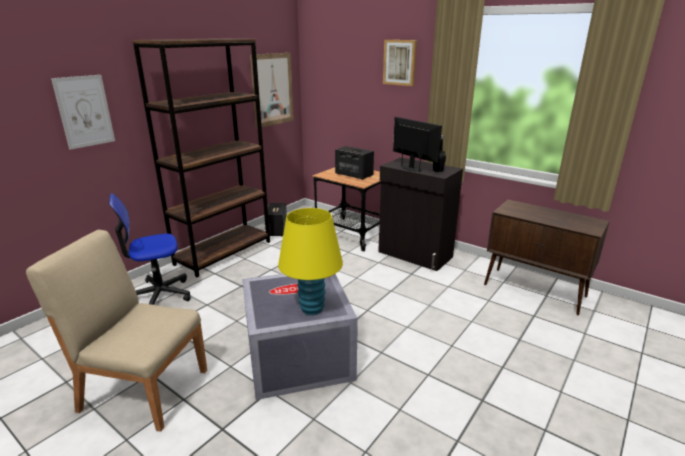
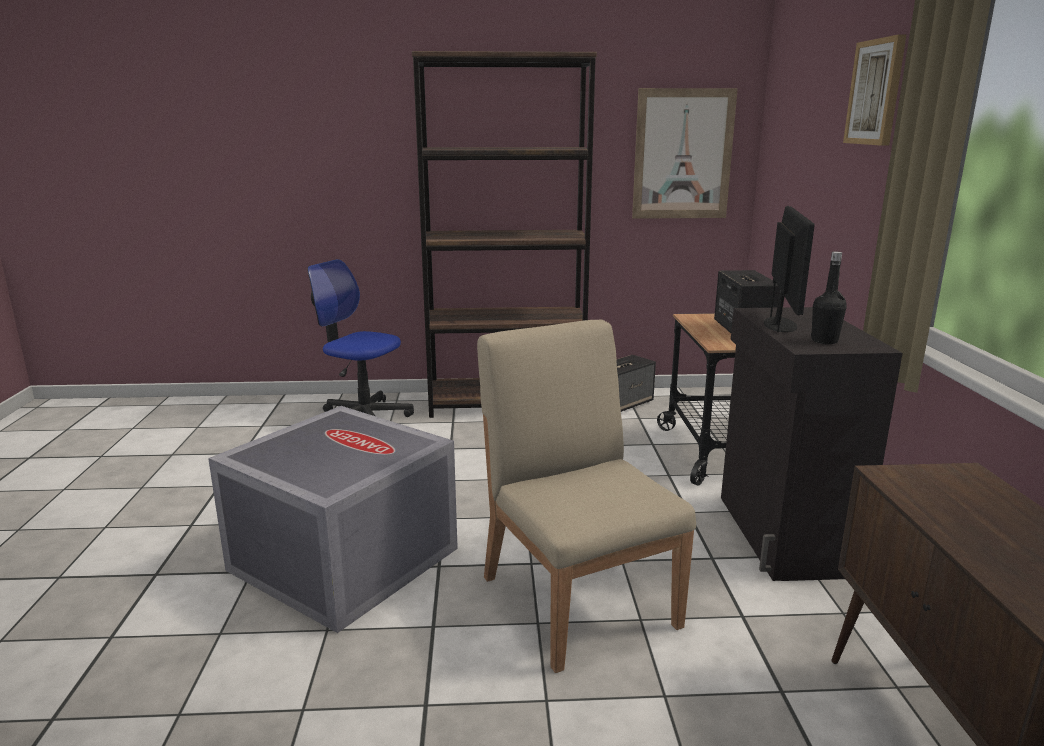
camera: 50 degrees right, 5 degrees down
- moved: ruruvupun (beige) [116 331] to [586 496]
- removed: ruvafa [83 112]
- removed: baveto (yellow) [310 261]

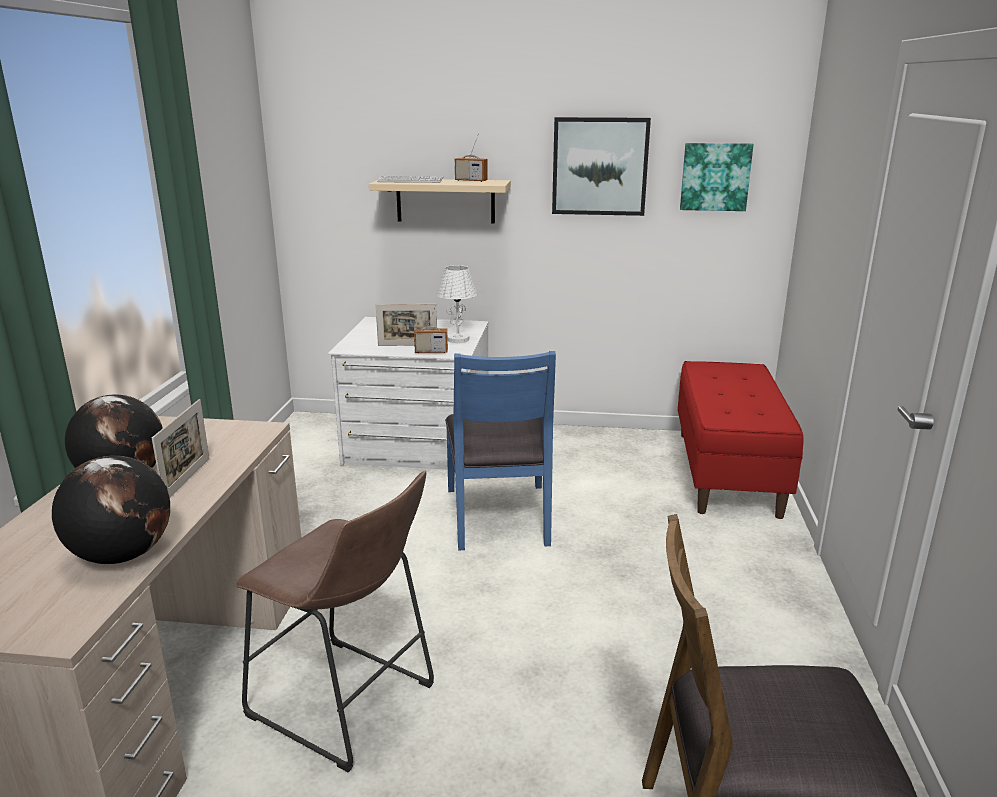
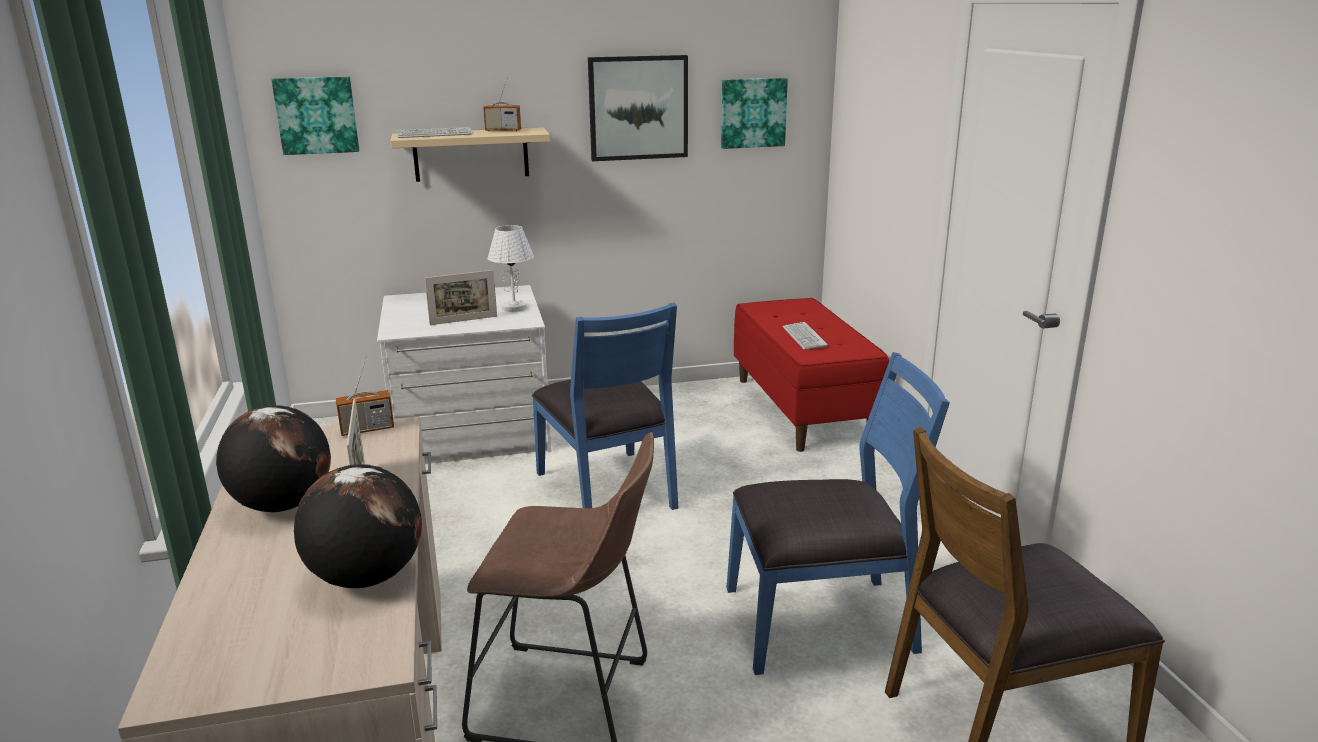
camera: 20 degrees left, 0 degrees up
- added: ruvafa [315 115]
- moved: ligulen [431 328] to [364 395]
- added: ruruvupun (blue) [838 513]
- added: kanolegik [805 336]

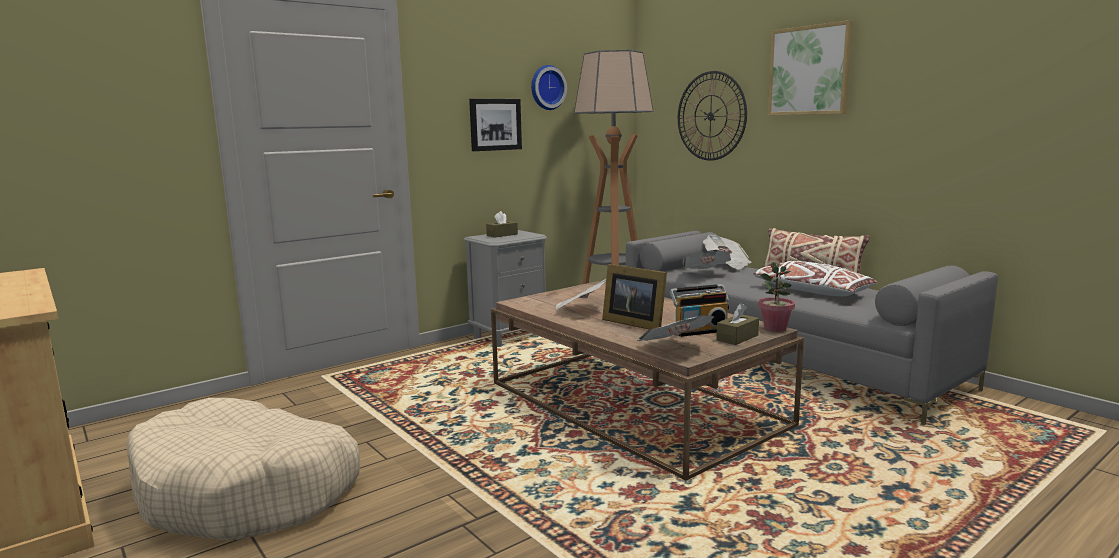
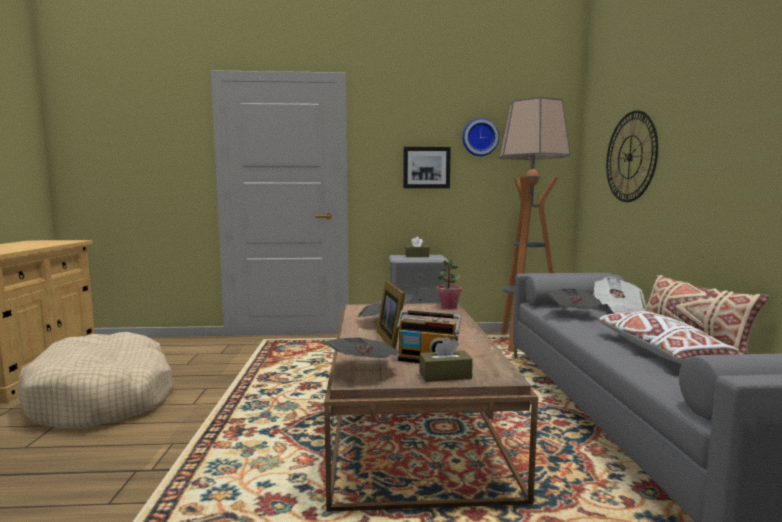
camera: 35 degrees right, 5 degrees down
- moved: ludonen [776 297] to [449 284]
- removed: ruvafa [810 68]

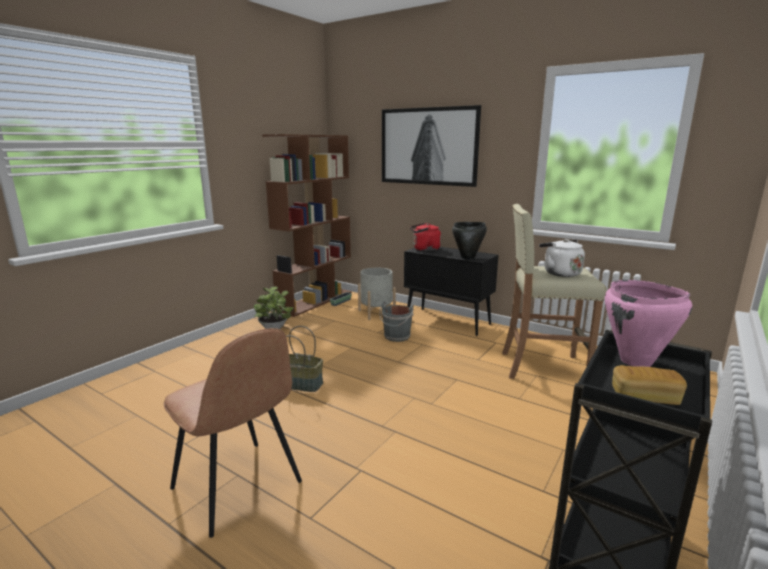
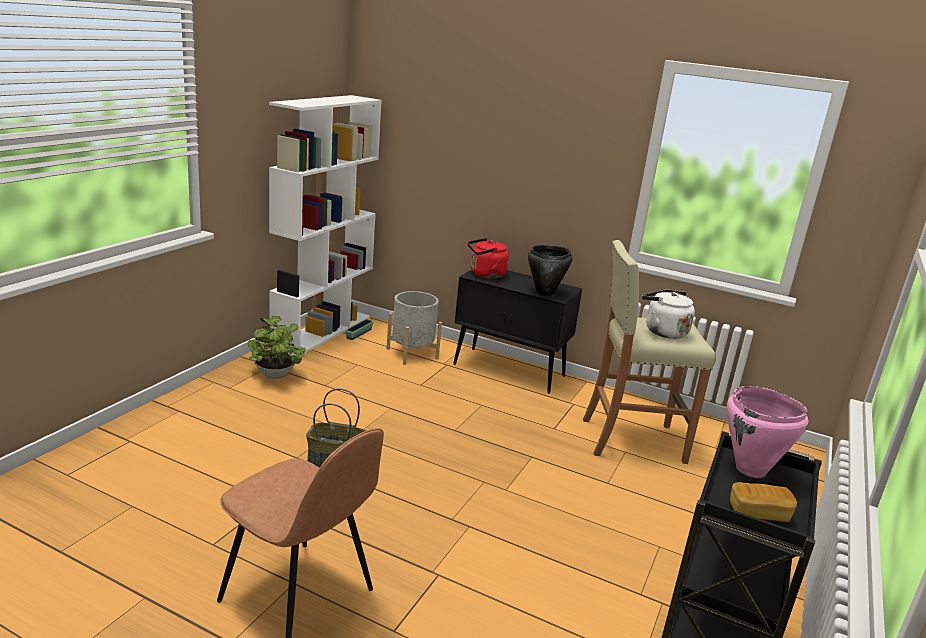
camera: 10 degrees left, 5 degrees up
- recoloured: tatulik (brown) [307 225] to tatulik (white) [325 225]
- removed: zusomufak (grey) [397 322]
- removed: ruvafa [431 146]

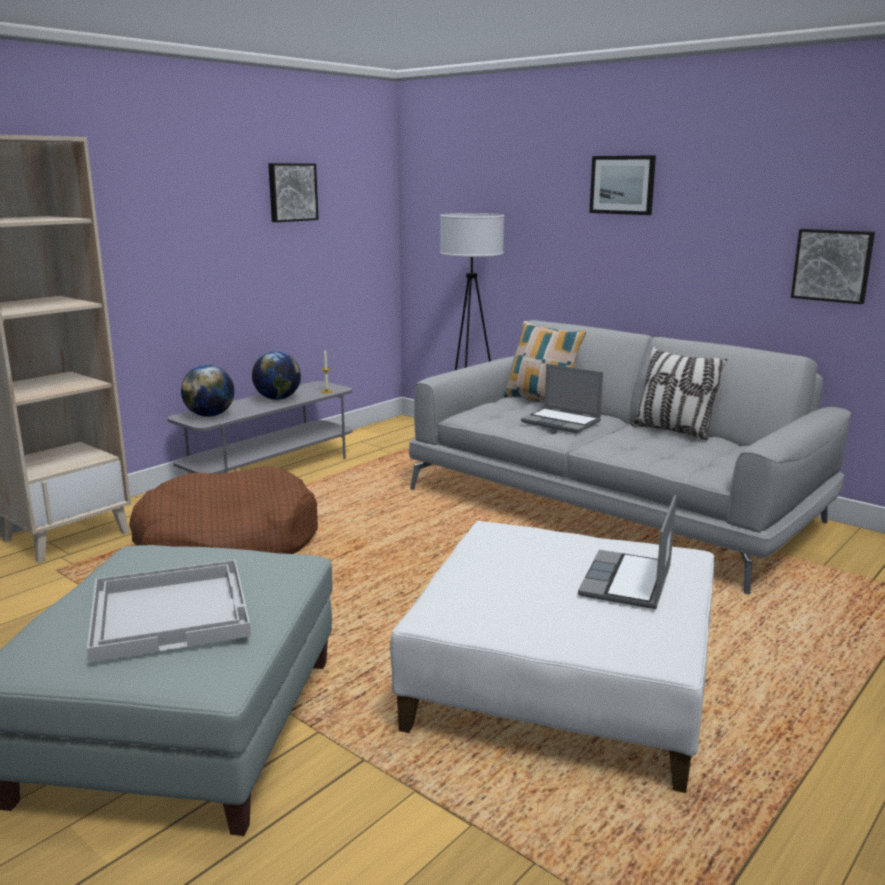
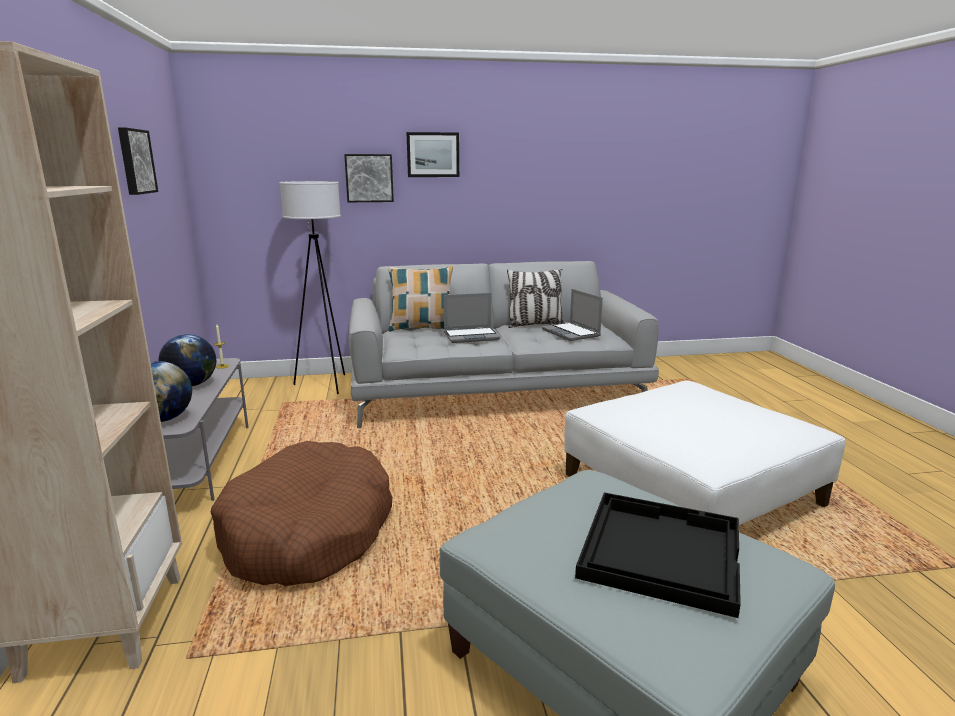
camera: 50 degrees left, 0 degrees up
- moved: ruvafa [833 266] to [369 178]
- moved: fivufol [627 552] to [572 315]
- recoloured: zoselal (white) [169 611] to zoselal (black) [658 555]

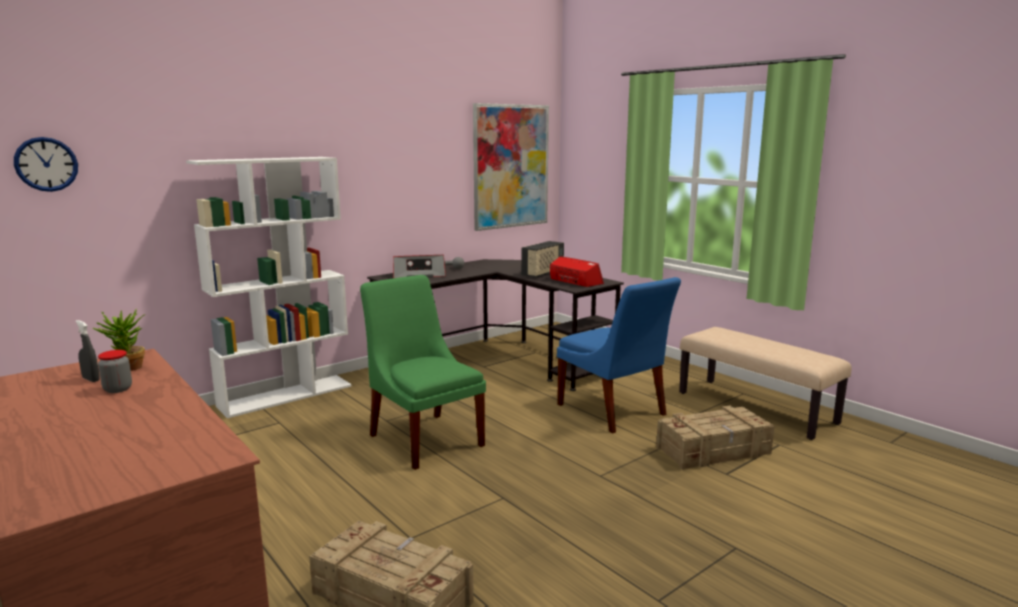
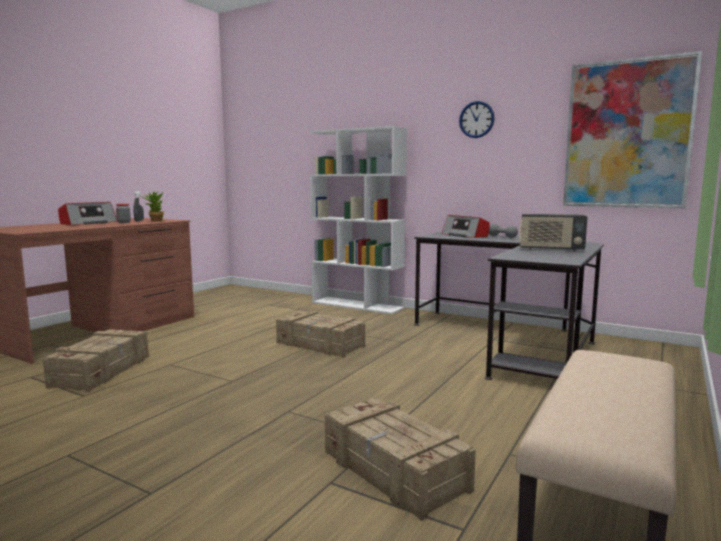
camera: 70 degrees right, 5 degrees down
- moved: ligulen [577 271] to [87 213]
- replaced: ruruvupun (green) [423 372] to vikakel [320 334]
- moved: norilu [46 164] to [477 119]
- removed: ruruvupun (blue) [619 355]

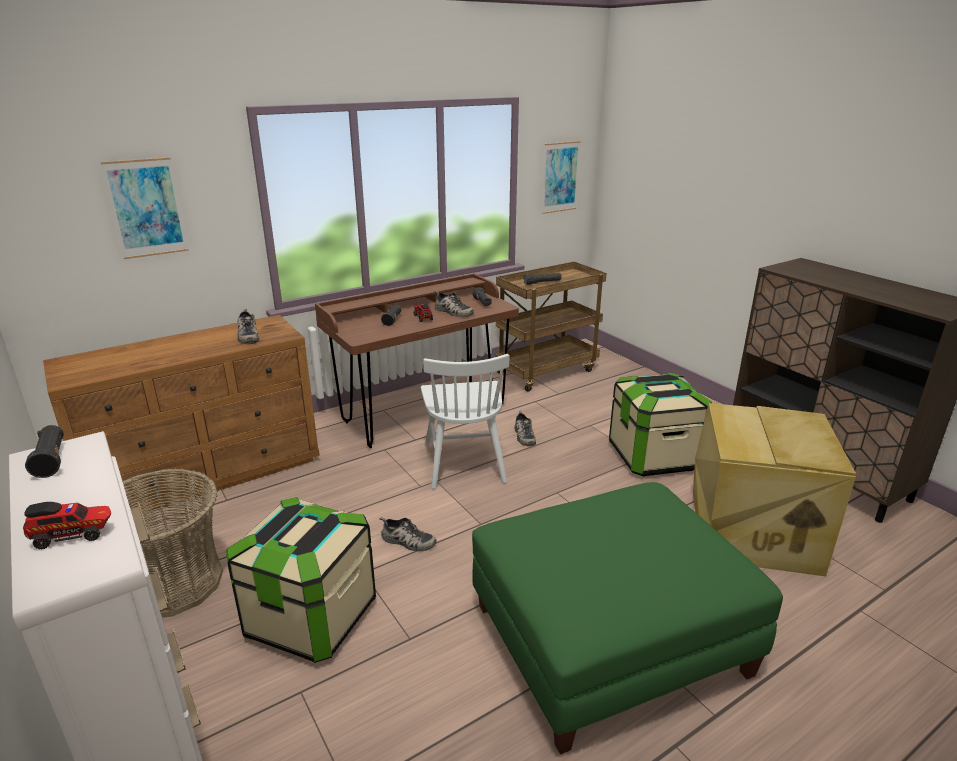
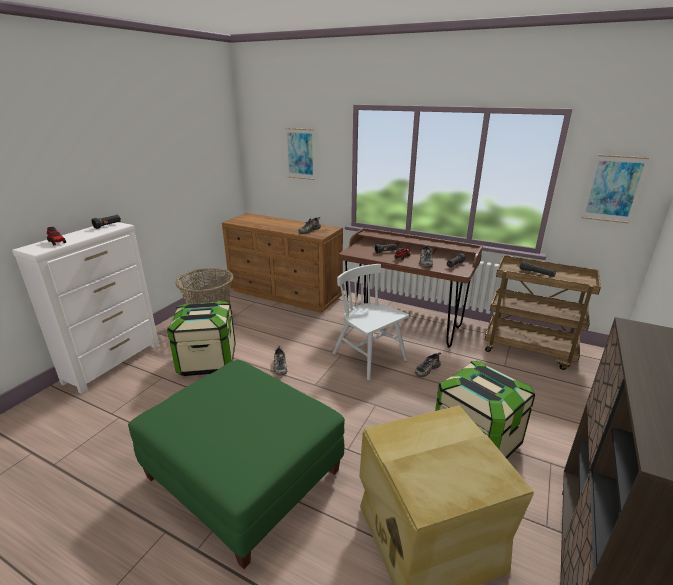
camera: 60 degrees right, 0 degrees up
- turned: ruruvupun (white) [465 421] = [371 322] 90 degrees clockwise

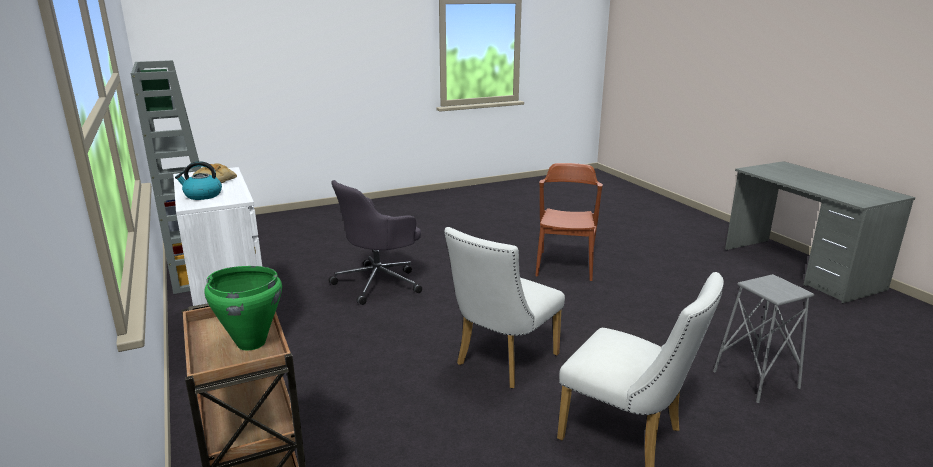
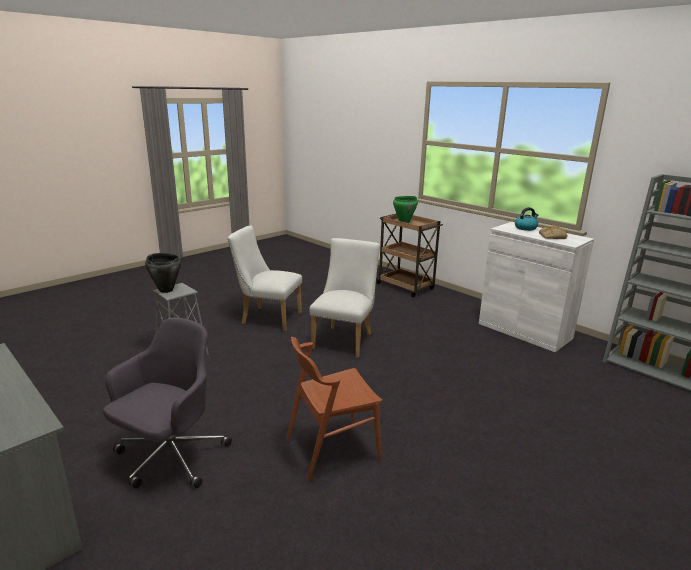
camera: 160 degrees right, 0 degrees up
- moved: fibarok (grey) [375 242] to [167 403]
- added: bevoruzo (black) [163 273]
- turned: ruruvupun (brown) [569 222] = [334 409] 75 degrees clockwise

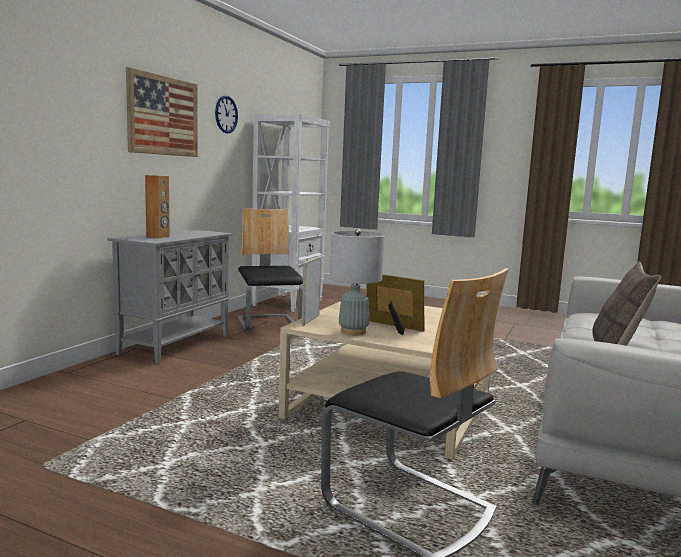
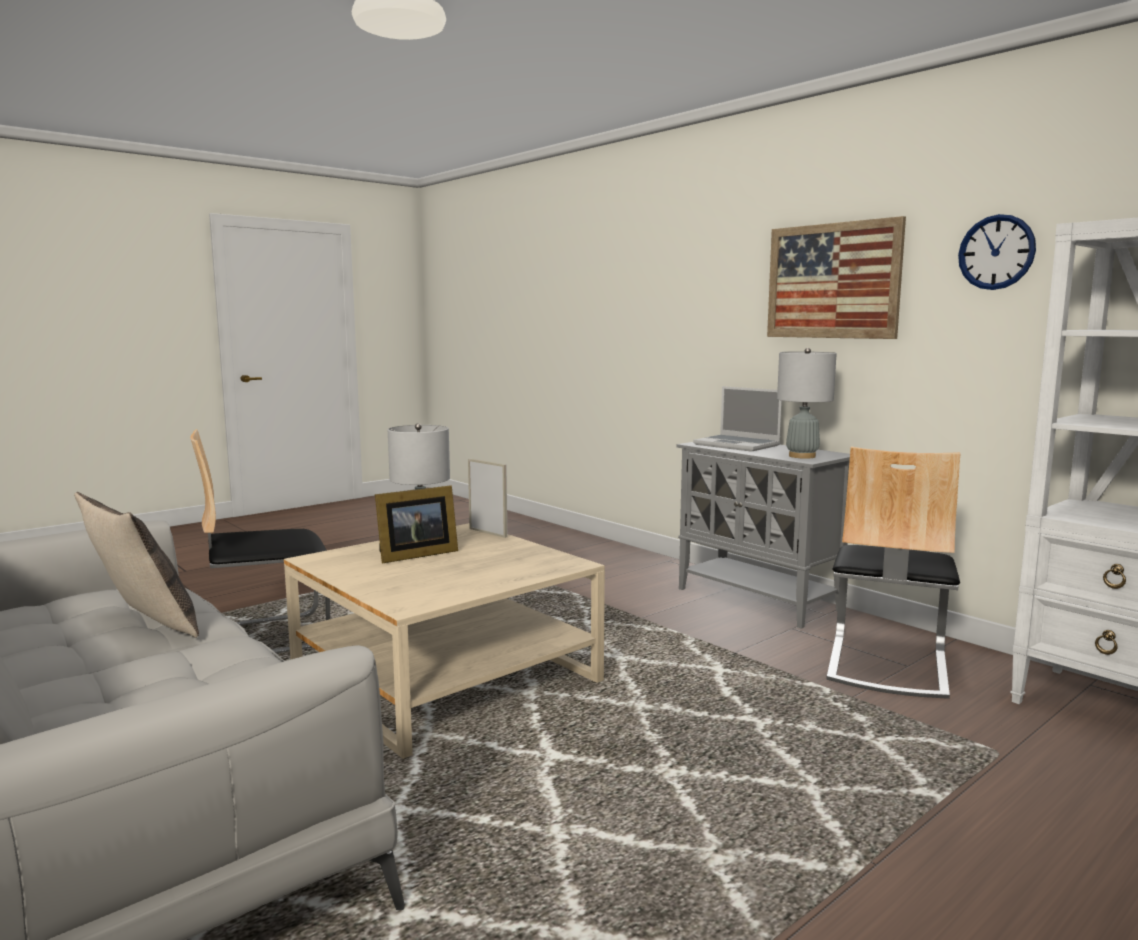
camera: 115 degrees right, 0 degrees up
- replaced: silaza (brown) [157 206] to fivufol [737 419]
- added: baveto (grey) [807 403]
- turned: ruruvupun [270 270] = [893 573] 105 degrees clockwise

